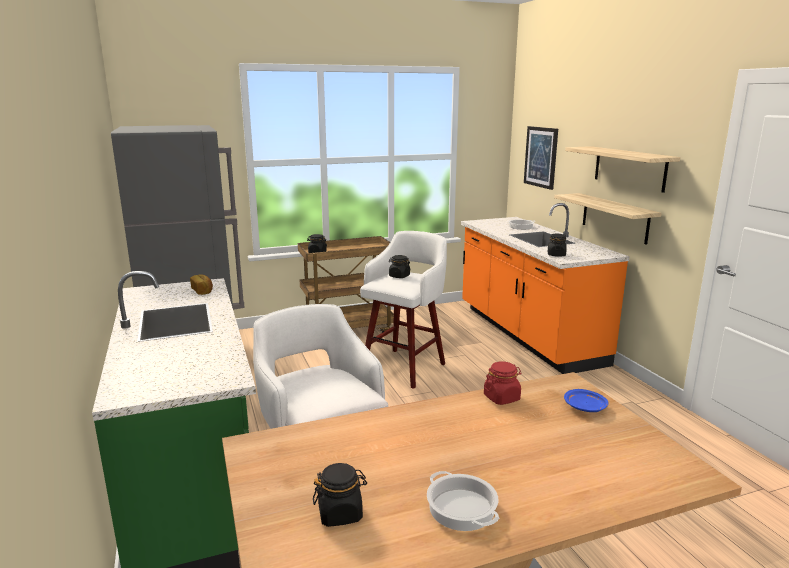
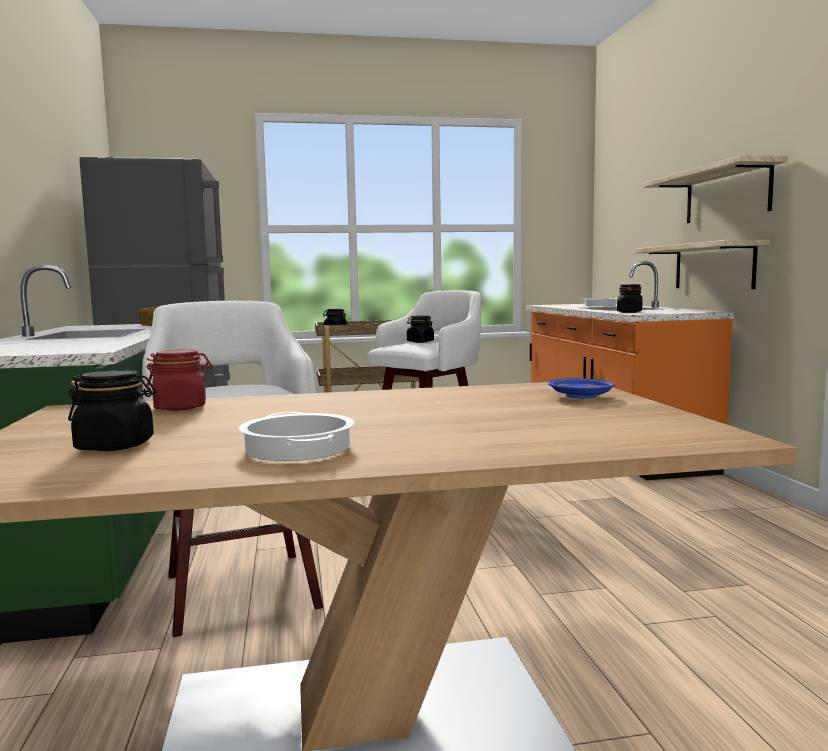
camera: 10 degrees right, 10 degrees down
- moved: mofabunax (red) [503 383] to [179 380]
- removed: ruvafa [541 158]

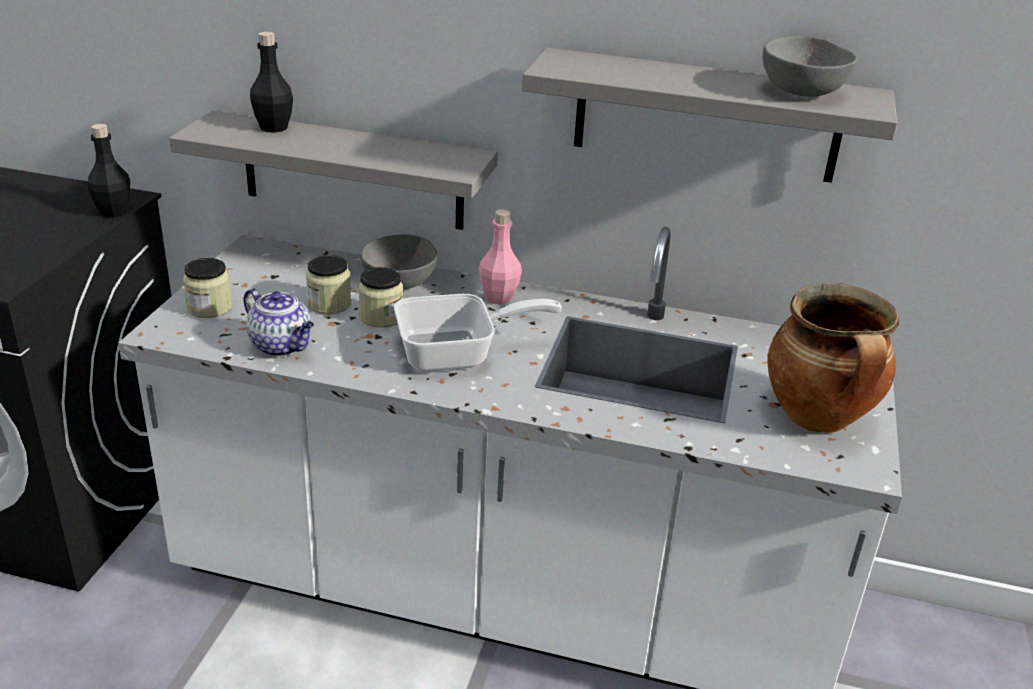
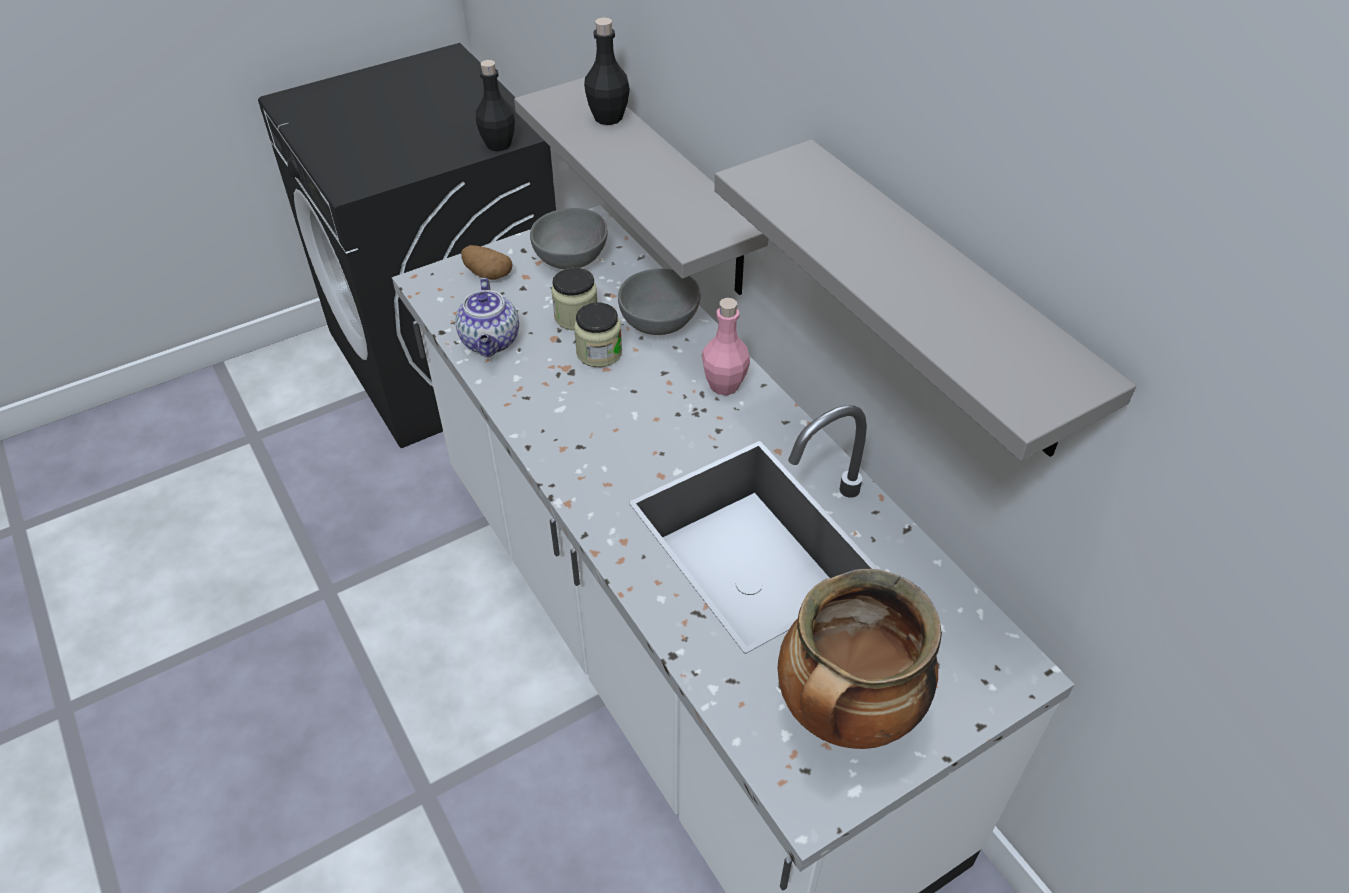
camera: 45 degrees right, 15 degrees up
- replaced: mofabunax [207 288] to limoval [487 262]
- moved: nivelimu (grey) [810 66] to [568 238]
- removed: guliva [478 332]

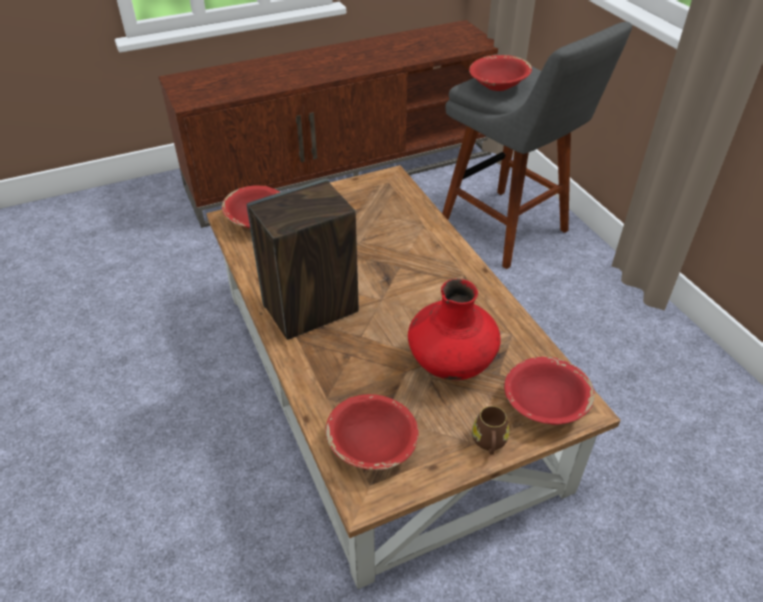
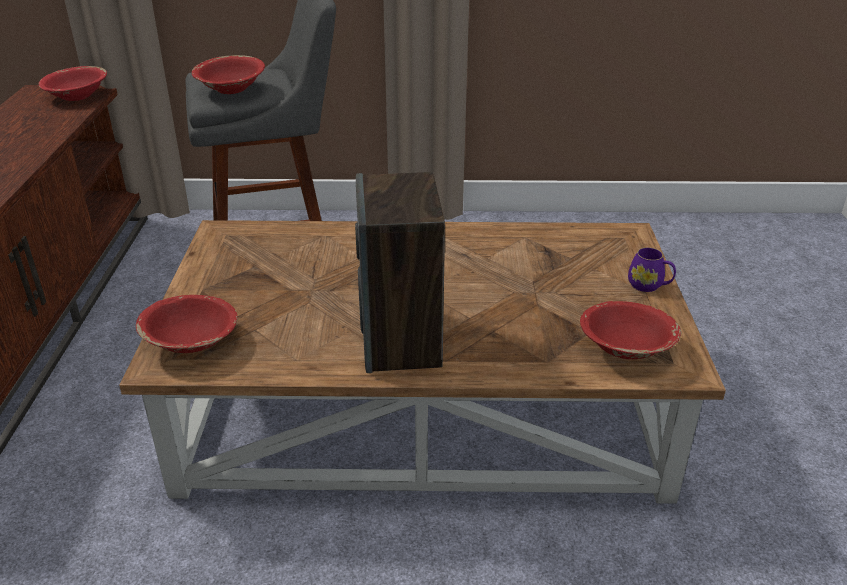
camera: 65 degrees left, 10 degrees down
- moved: nivelimu (red) [549 391] to [73 83]
- recoloured: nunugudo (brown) [490 430] to nunugudo (purple) [652 269]
- removed: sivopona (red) [454 329]

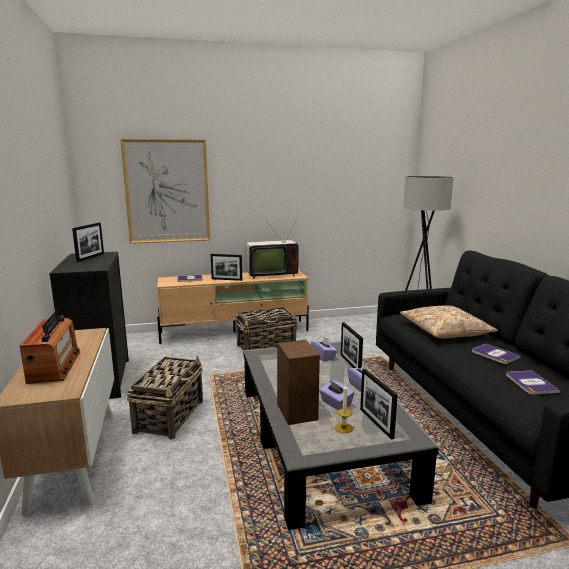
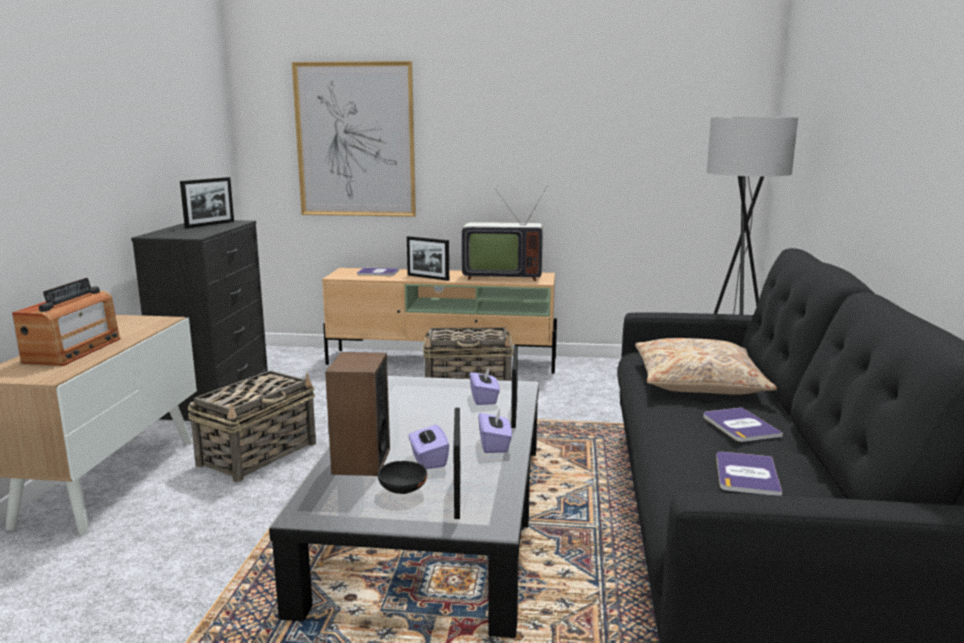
camera: 20 degrees right, 0 degrees up
- replaced: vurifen [344 409] to nivelimu (black) [402 477]

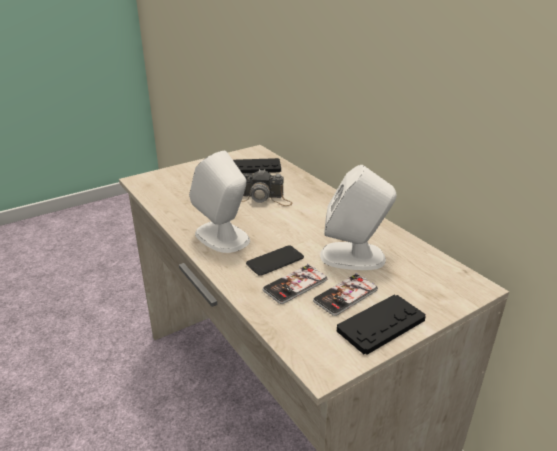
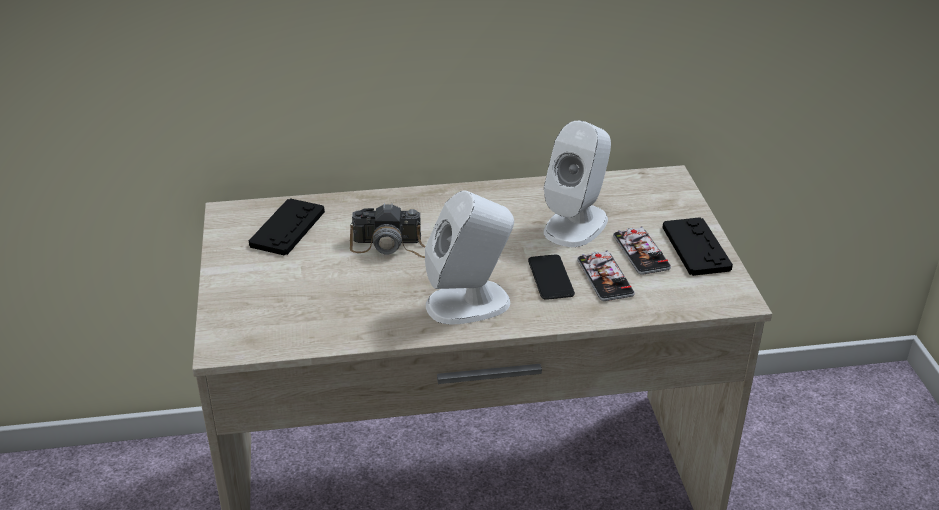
camera: 65 degrees left, 5 degrees up
- turned: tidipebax [266 187] = [388 230] 60 degrees clockwise

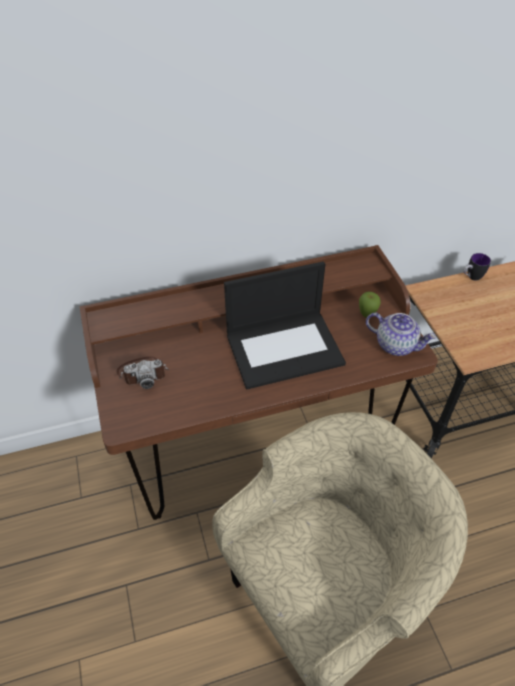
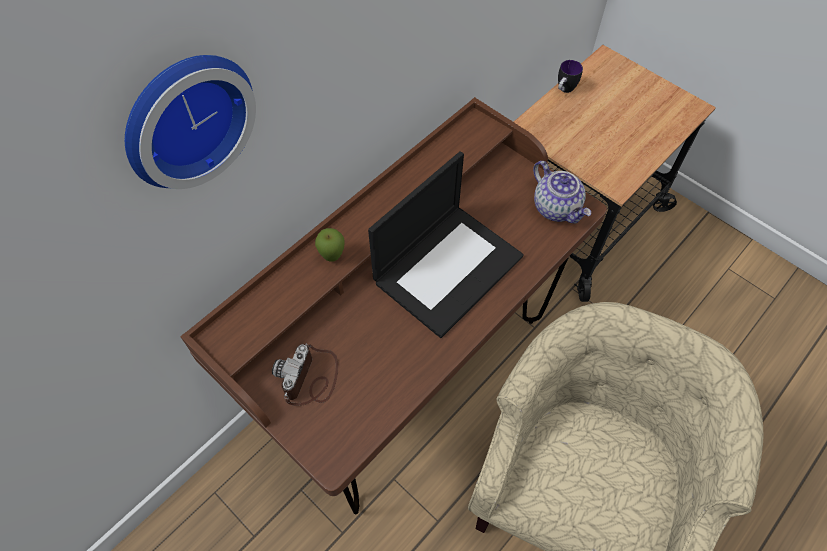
camera: 30 degrees left, 10 degrees up
- added: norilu [190 122]
- turned: tidipebax [143 372] = [305 375] 150 degrees clockwise
- moved: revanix [370 305] to [330 245]
- turned: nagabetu [401 334] = [562 192] 60 degrees clockwise

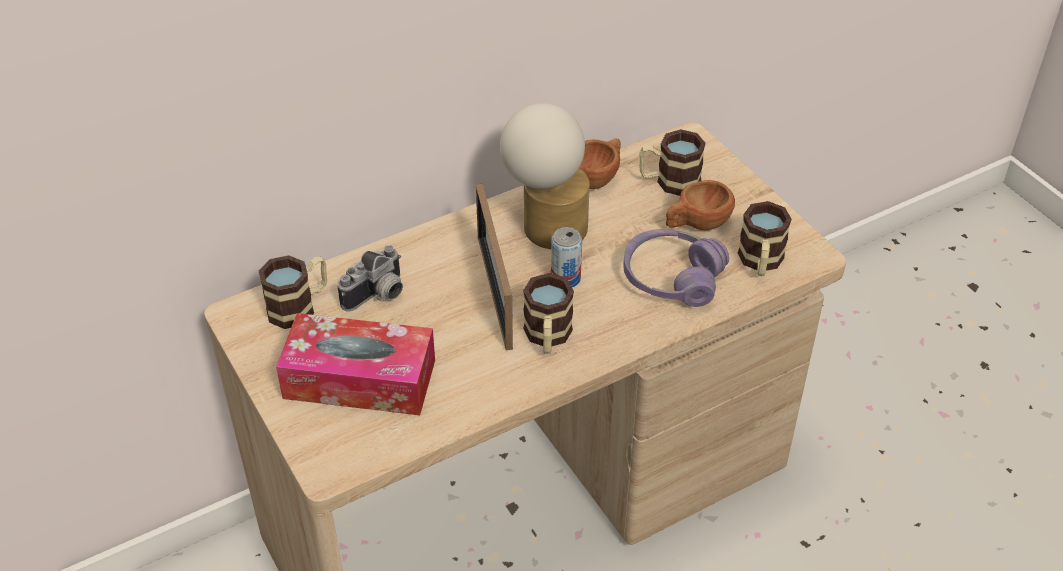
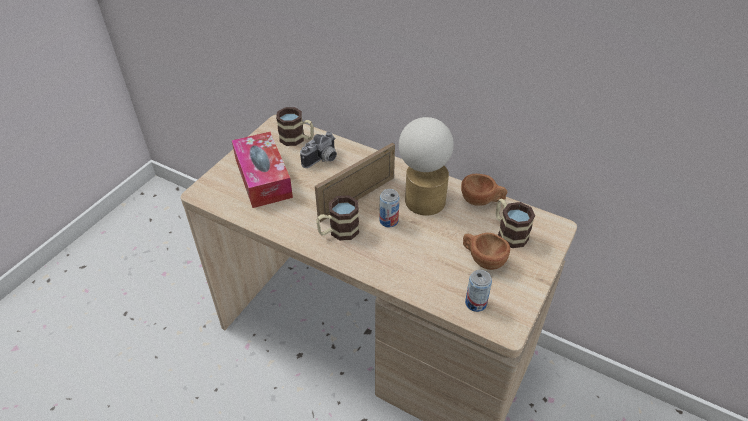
camera: 60 degrees right, 0 degrees up
- turned: tidipebax [370 278] = [318 150] 60 degrees counterclockwise
- replaced: nunugudo [765 238] to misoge [478 291]
- removed: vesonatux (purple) [676 268]

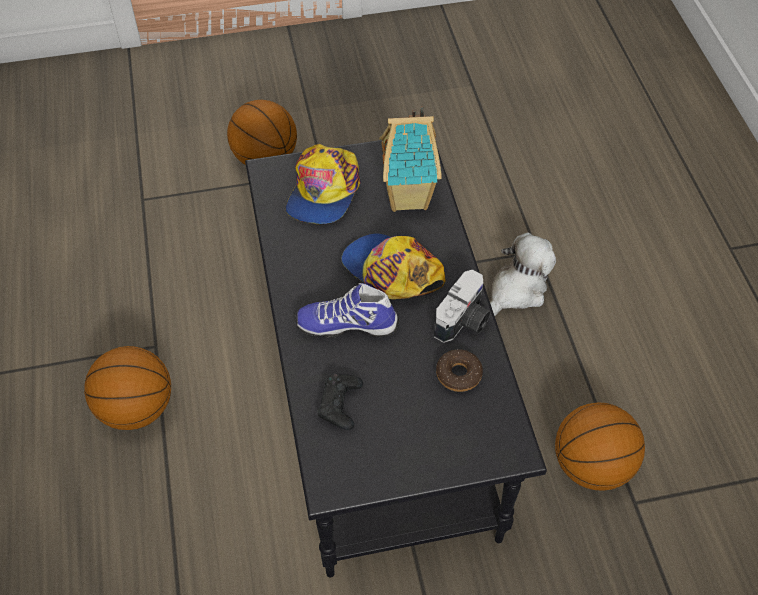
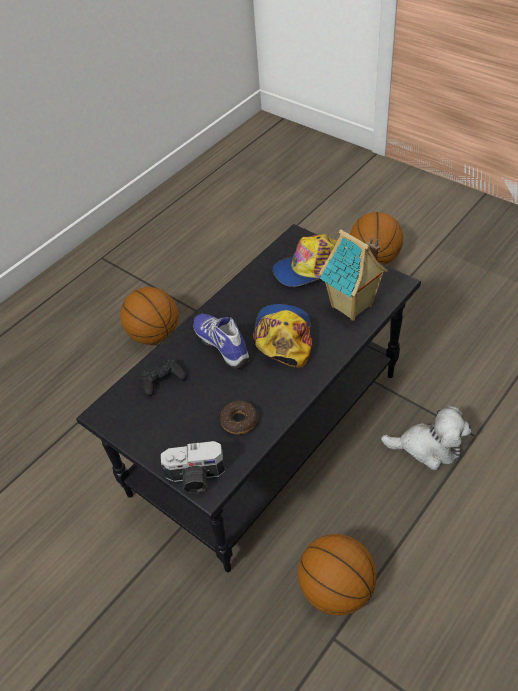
camera: 55 degrees right, 5 degrees down
- moved: tidipebax [462 306] to [193 467]

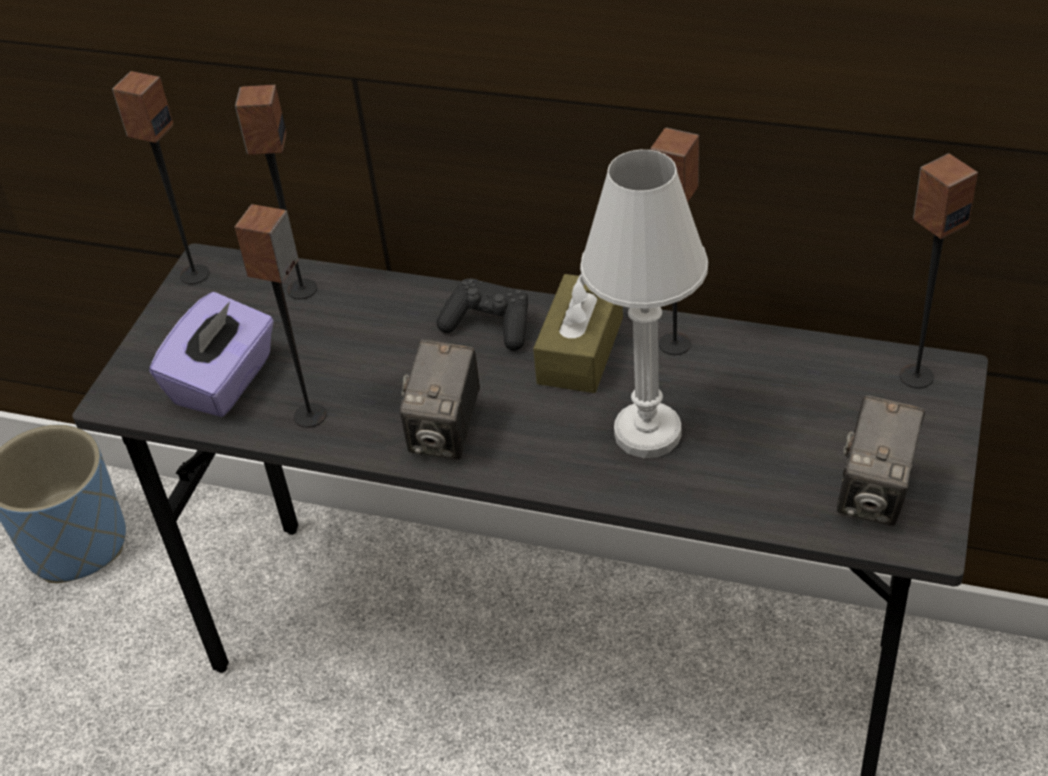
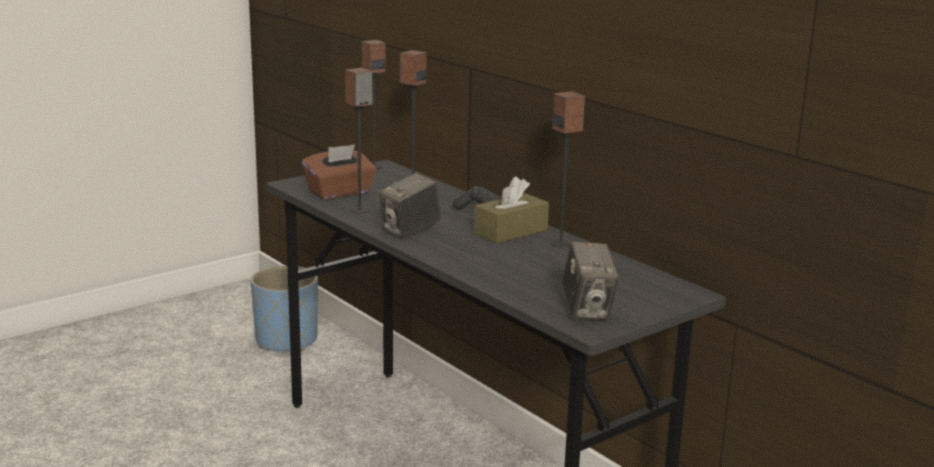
camera: 30 degrees right, 25 degrees down
- recoloured: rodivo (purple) [211 354] to rodivo (brown) [339 171]
- turned: tidipebax [881 460] = [590 281] 60 degrees counterclockwise
- removed: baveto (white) [644 304]
- removed: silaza [939 270]

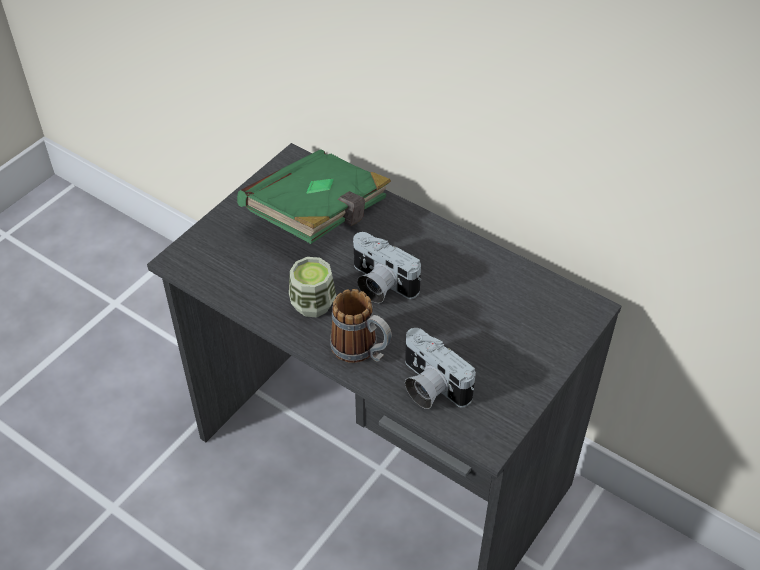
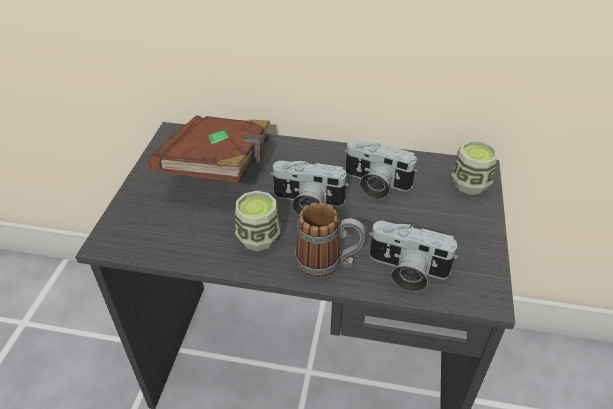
camera: 25 degrees left, 5 degrees down
- recoloured: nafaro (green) [314 196] to nafaro (brown) [209 149]
- added: tidipebax [381 169]
- added: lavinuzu [474 167]

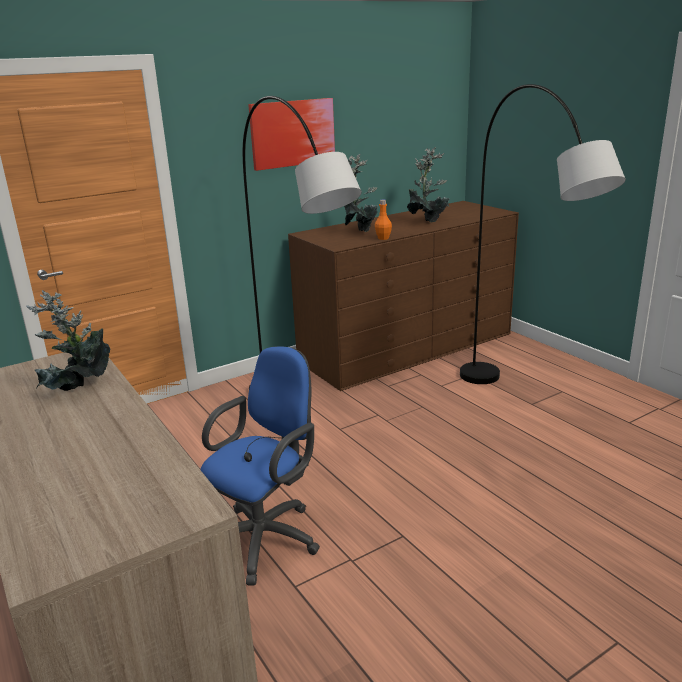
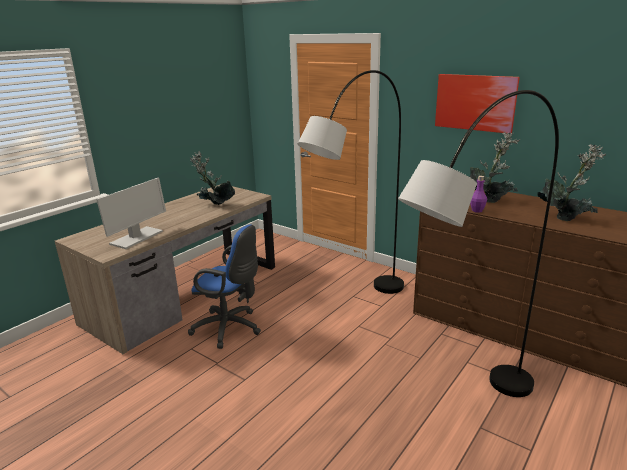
camera: 70 degrees right, 0 degrees up
- added: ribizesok [131 213]
- recoloured: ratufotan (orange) [383 220] to ratufotan (purple) [478 194]

